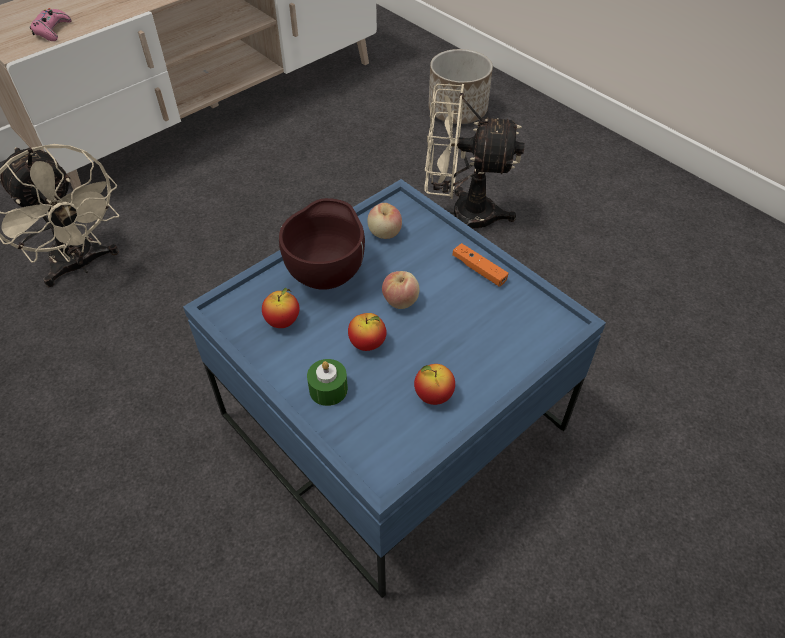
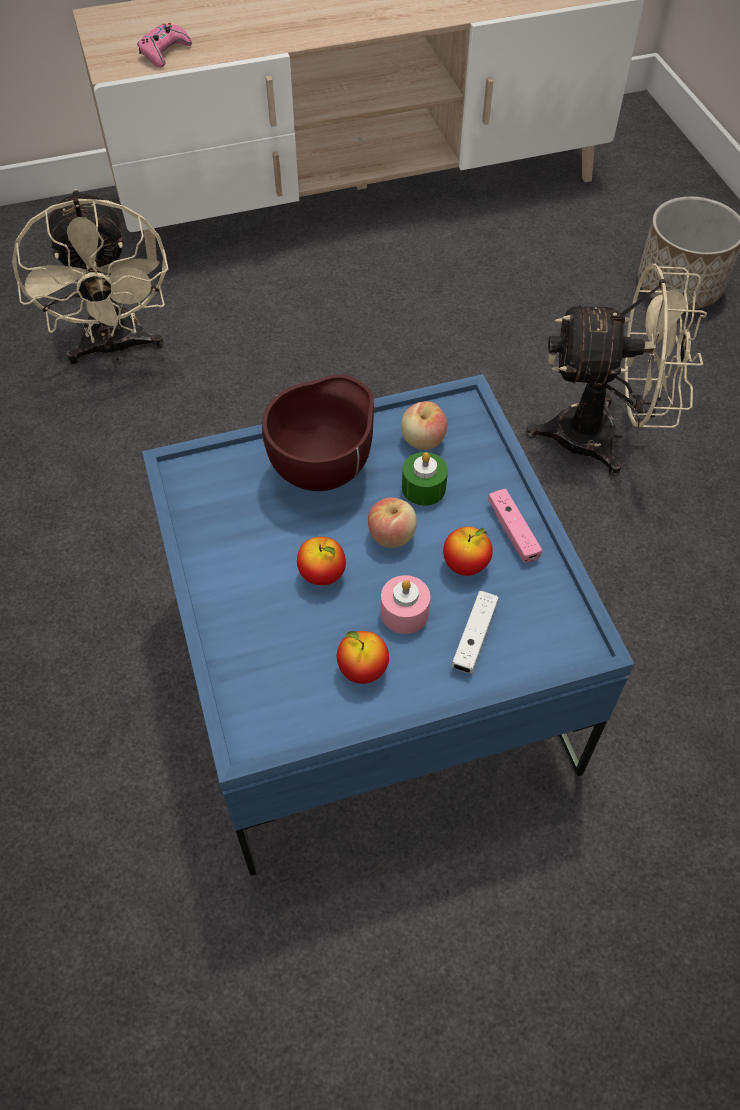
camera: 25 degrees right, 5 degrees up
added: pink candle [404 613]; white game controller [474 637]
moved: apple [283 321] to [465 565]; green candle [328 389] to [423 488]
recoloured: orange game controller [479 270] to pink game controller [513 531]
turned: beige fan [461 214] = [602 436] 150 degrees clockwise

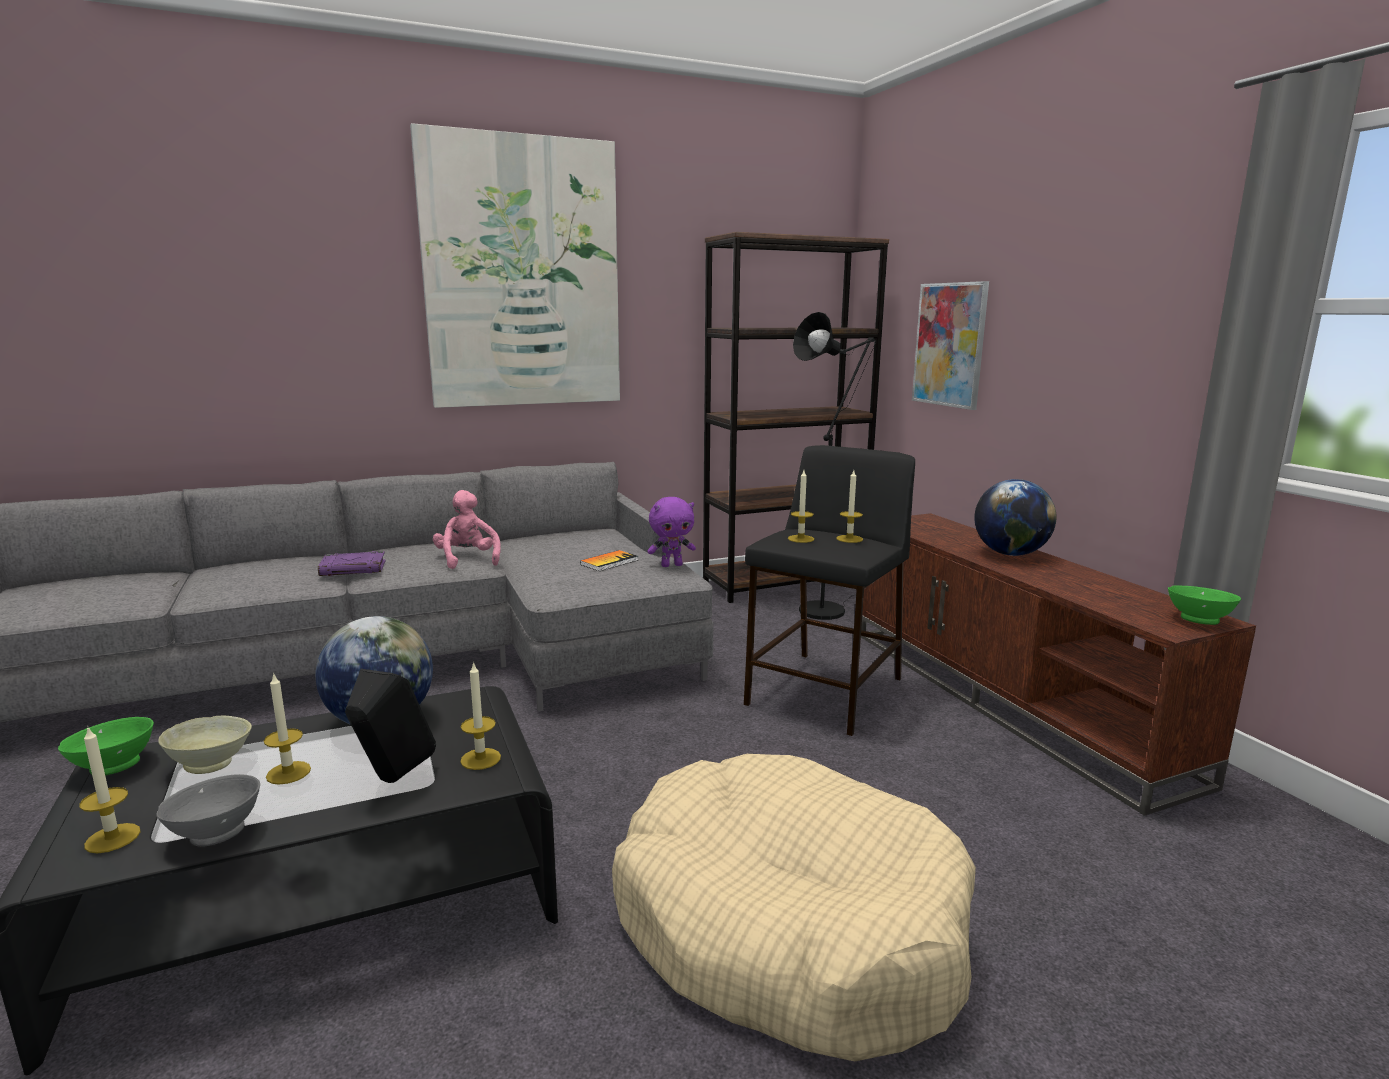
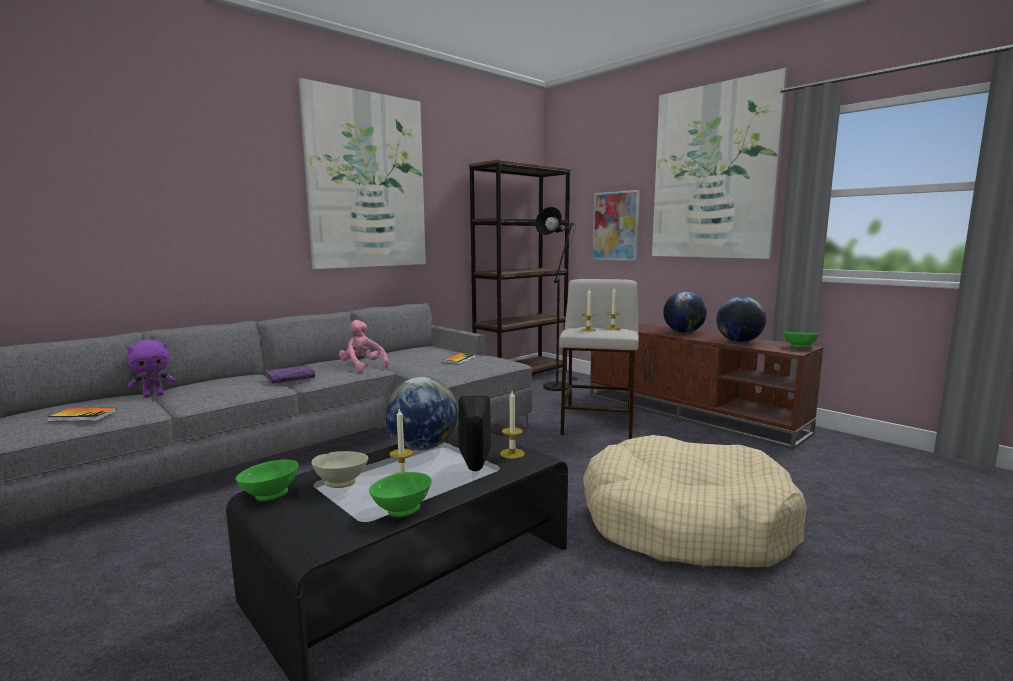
camera: 20 degrees left, 5 degrees down
removed: candle [112 838]
added: book [83 416]; picture [713 173]; globe [739 342]
moved: purple plush toy [672 565] to [154 395]
recoloured: grey bowl [217 832] to green bowl [401 510]; black stool [825 692] to beige stool [598 423]

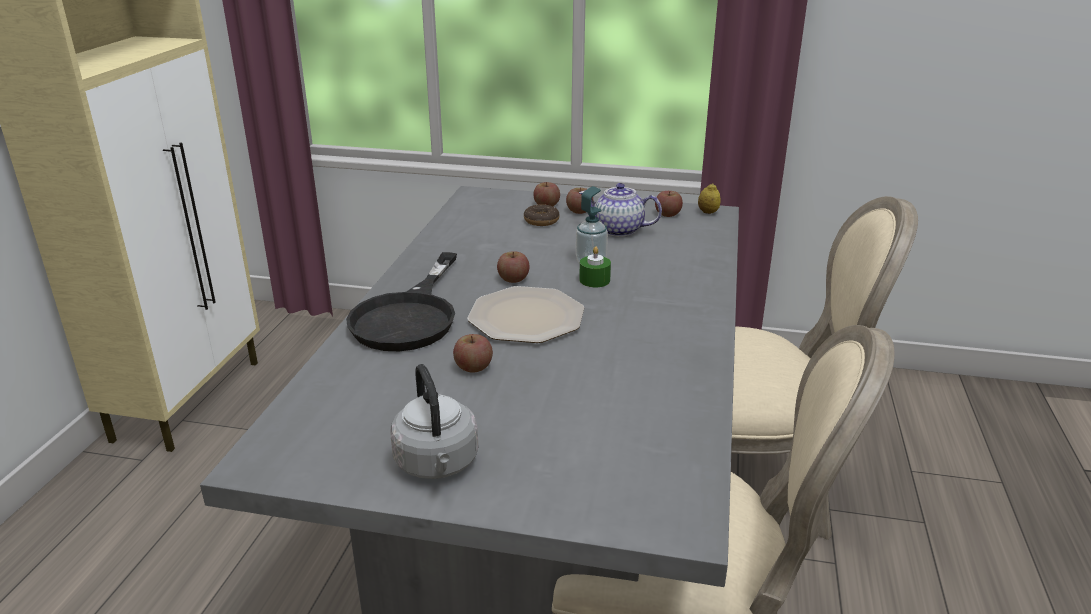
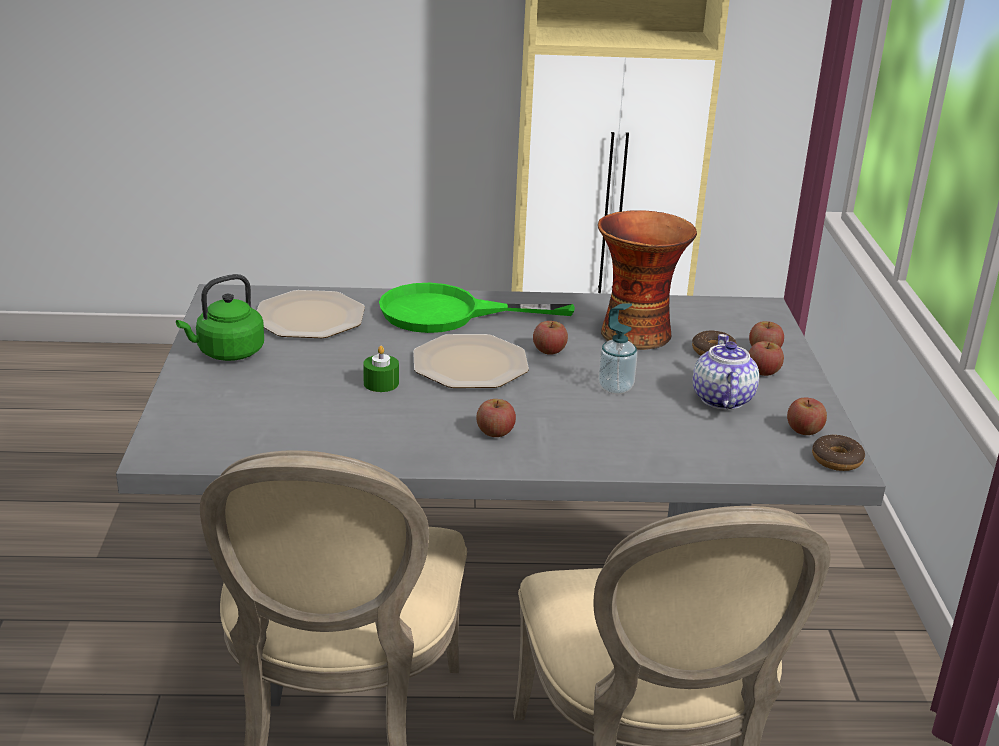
camera: 75 degrees right, 0 degrees up
added: plate [309 317]; vase [635 333]
moved: apple [473 367] to [495 432]; green candle [594 280] to [381 383]
replaced: lemon [708 212] to donut [836 460]
recoloured: black frying pan [410 316] to green frying pan [448 313]; grey kettle [437 464] to green kettle [227 353]

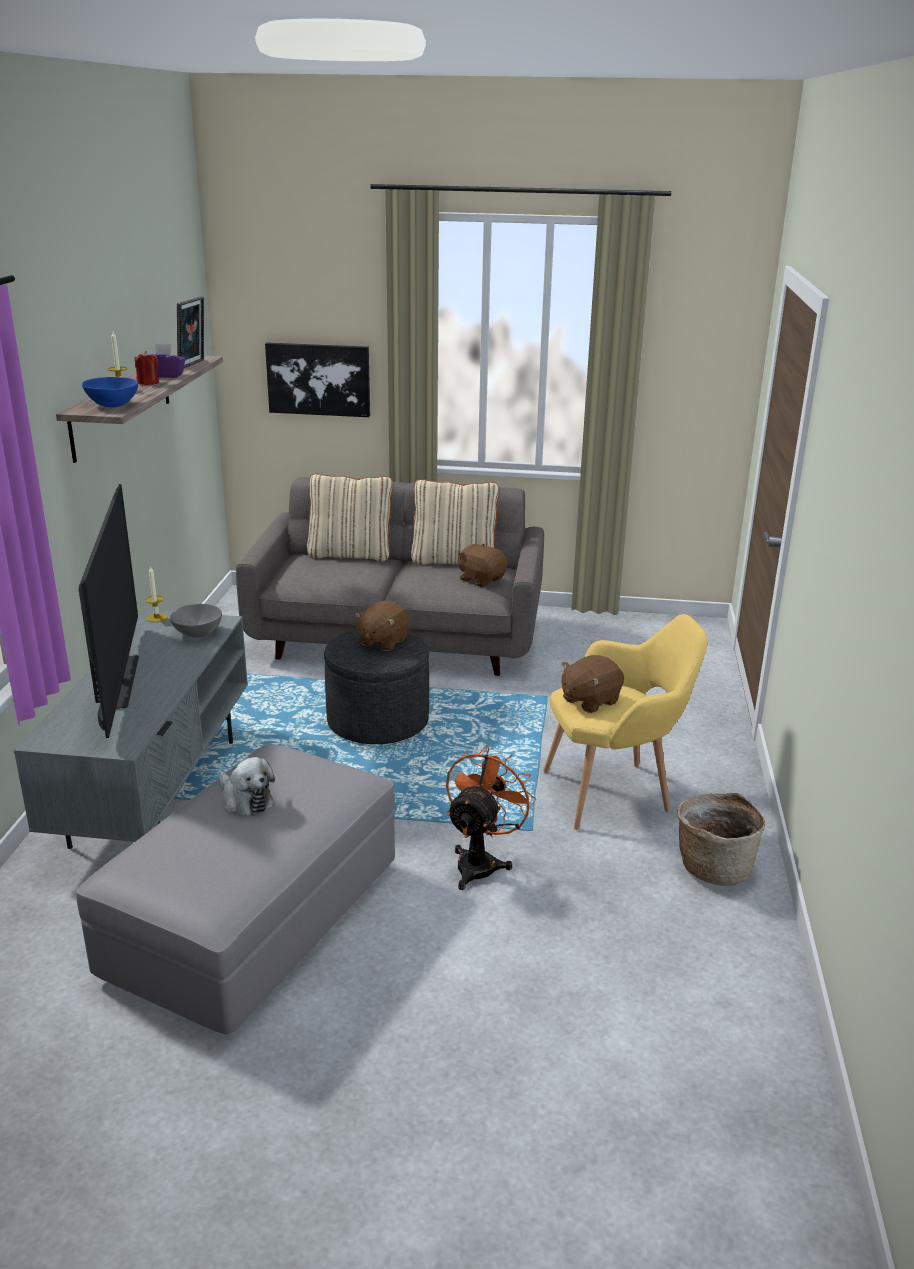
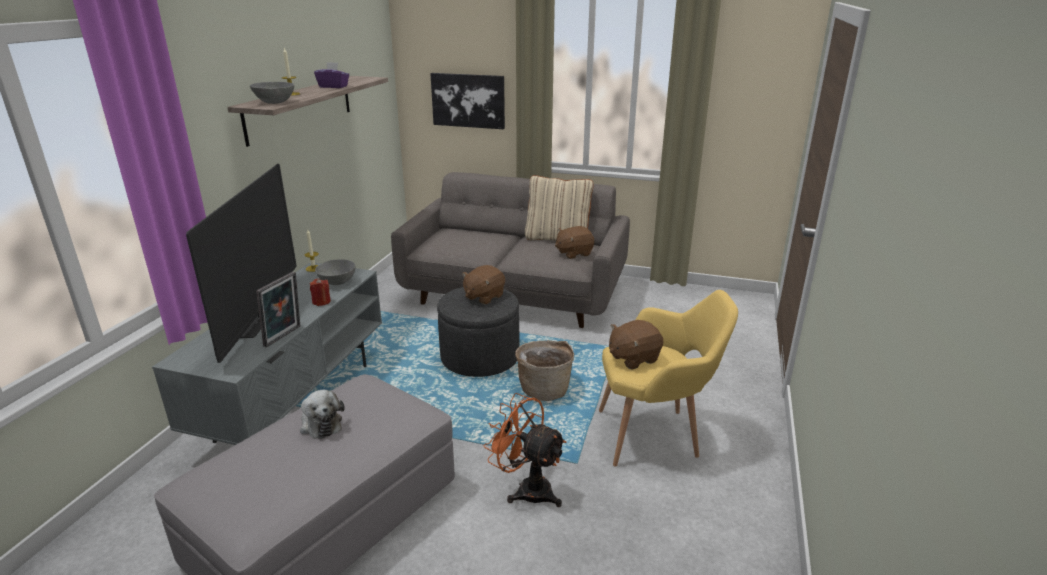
camera: 10 degrees right, 0 degrees up
removed: beige pillow [350 555]
moved: red candle [148 383] to [321 302]; picture frame [193 364] to [284 336]; basket [713 866] to [544 389]
recoloured: blue bowl [113 405] to grey bowl [275 102]
turned: orange fan [481 862] = [527 488] 90 degrees counterclockwise; brown plush toy [481 580] = [573 253] 75 degrees counterclockwise

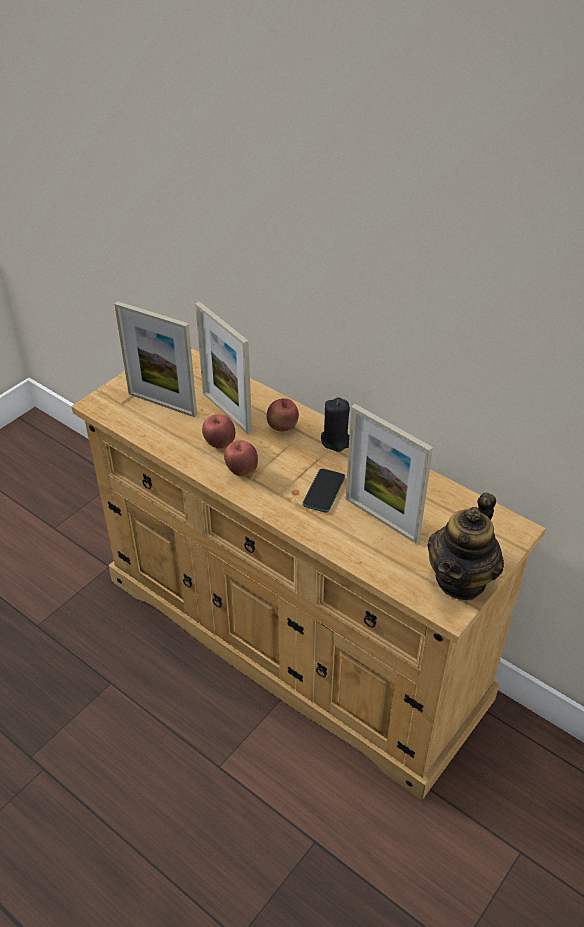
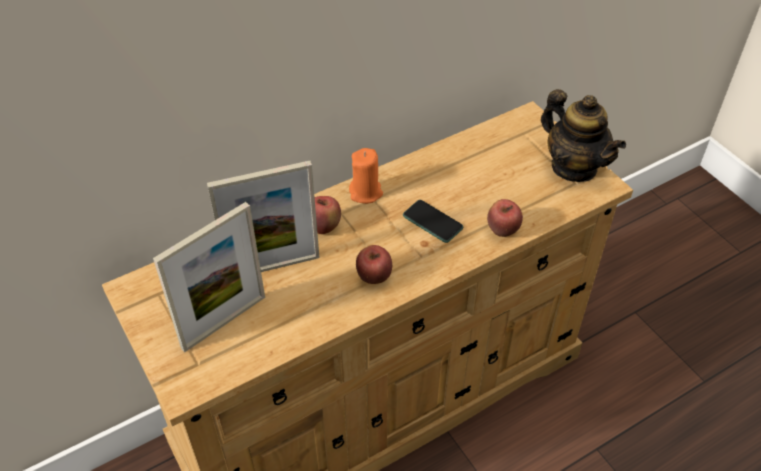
camera: 70 degrees left, 5 degrees up
removed: picture frame [381 519]
moved: apple [219 444] to [502 231]
recoloured: black candle [336 441] to orange candle [366 193]

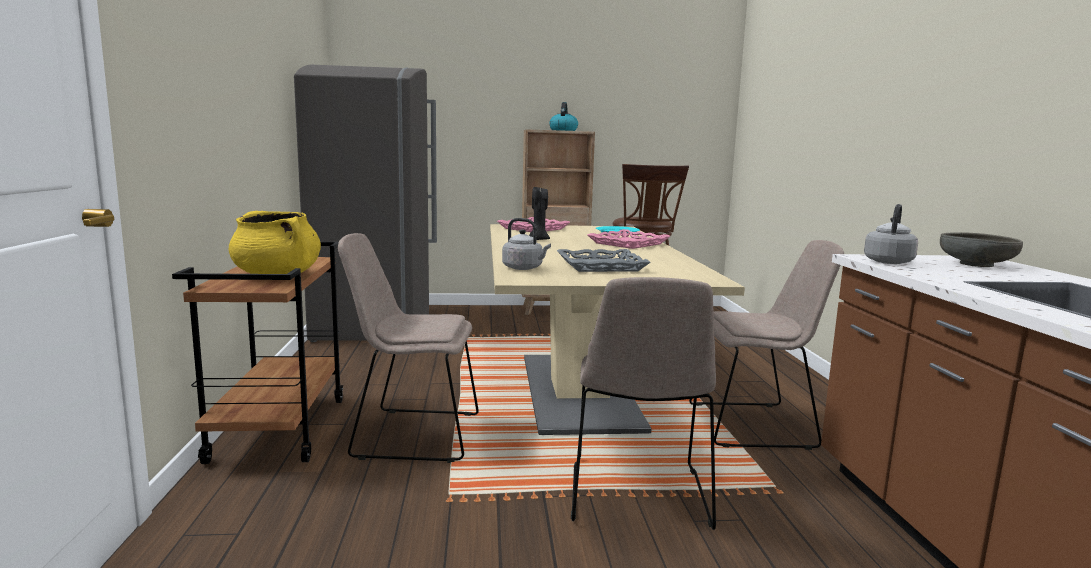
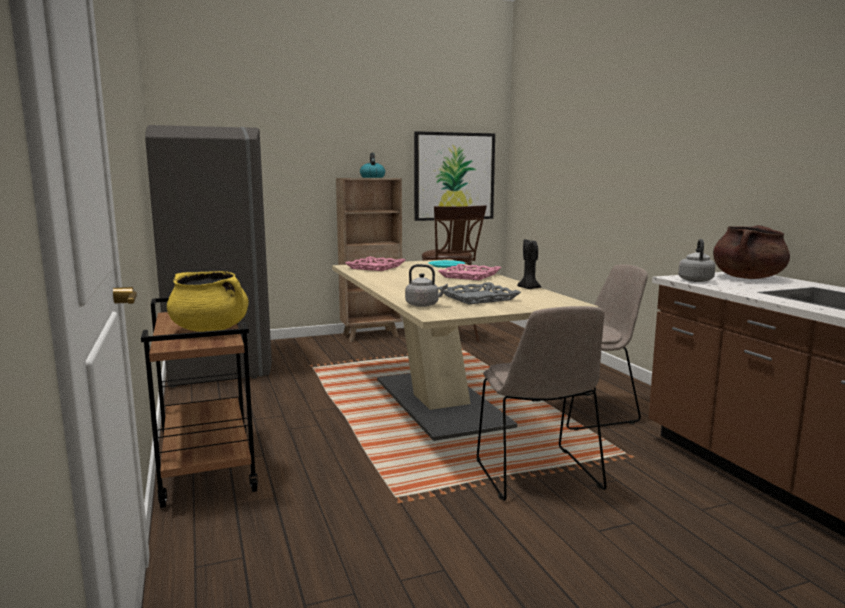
camera: 15 degrees left, 0 degrees up
removed: beige chair [412 435]
added: picture [454 176]
moved: black candle [538 239] to [529 288]
replaced: grey bowl [975 264] to brown cooking pot [747 278]

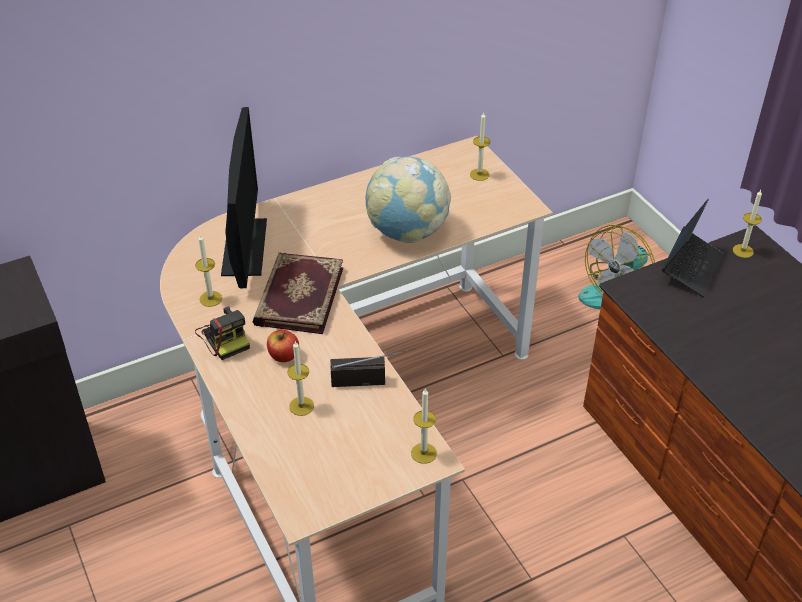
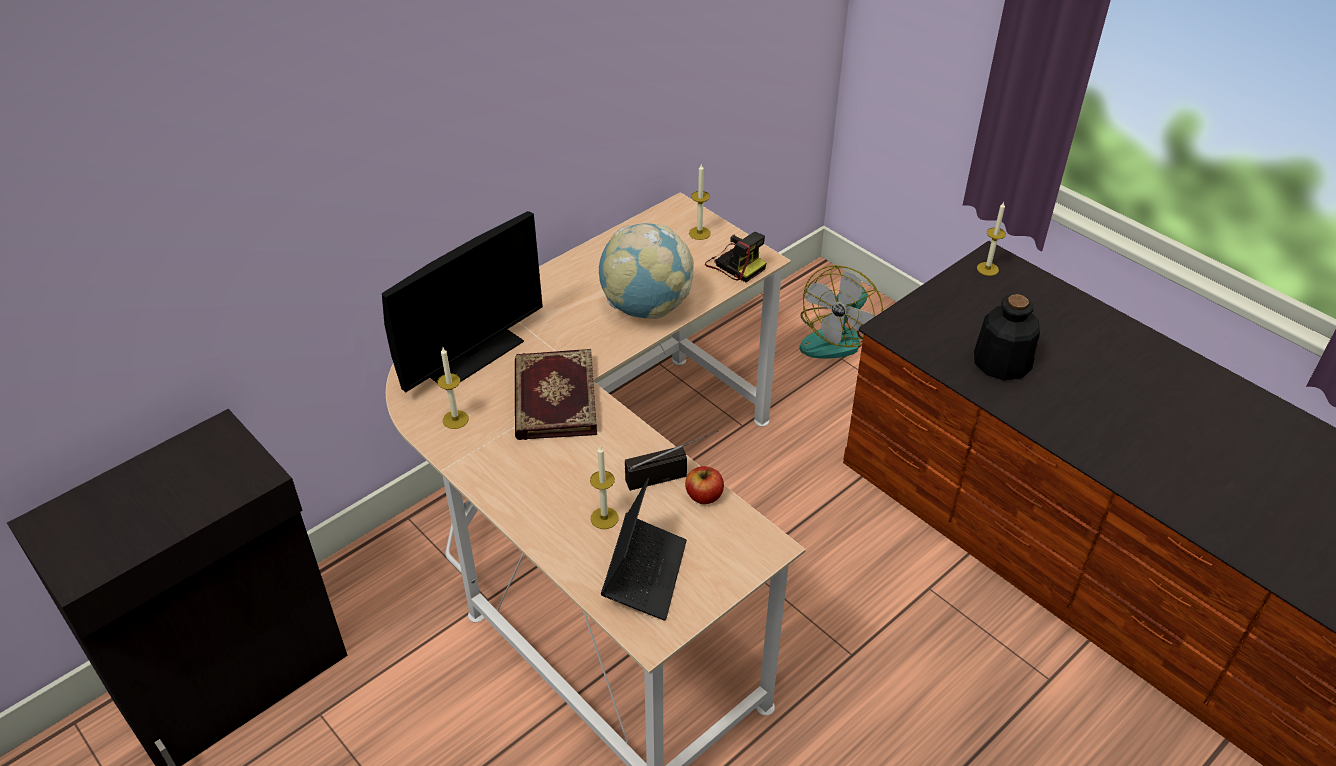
camera: 15 degrees left, 0 degrees up
removed: candle [423 453]
added: bottle [1001 362]
moved: photo camera [224 337] to [735 264]; apple [283 355] to [704 496]; laptop [691 268] to [645 573]
turned: monitor [244 247] = [471 355] 60 degrees clockwise

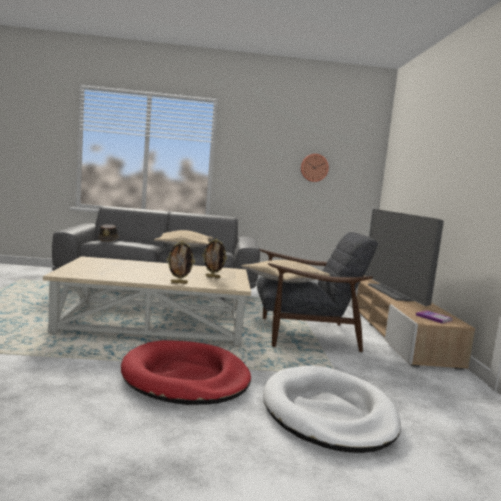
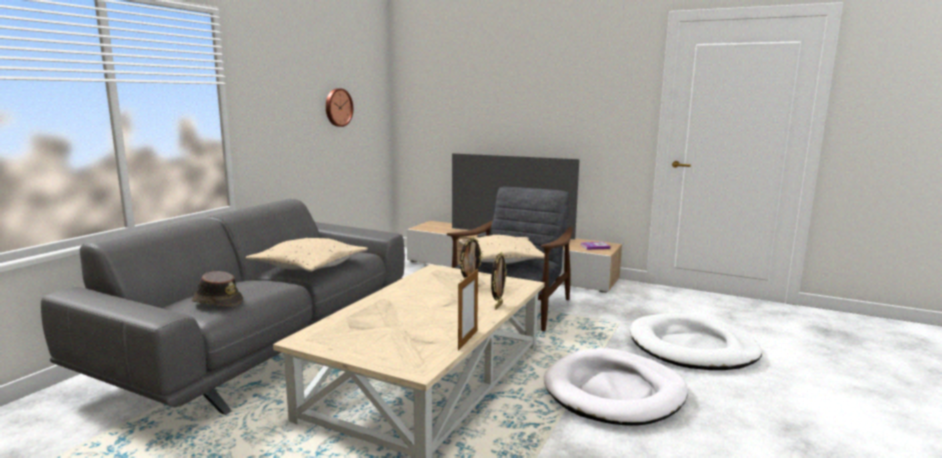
camera: 60 degrees left, 5 degrees up
added: picture frame [467 340]
recoloured: red dog bed [185 378] to white dog bed [614 392]

